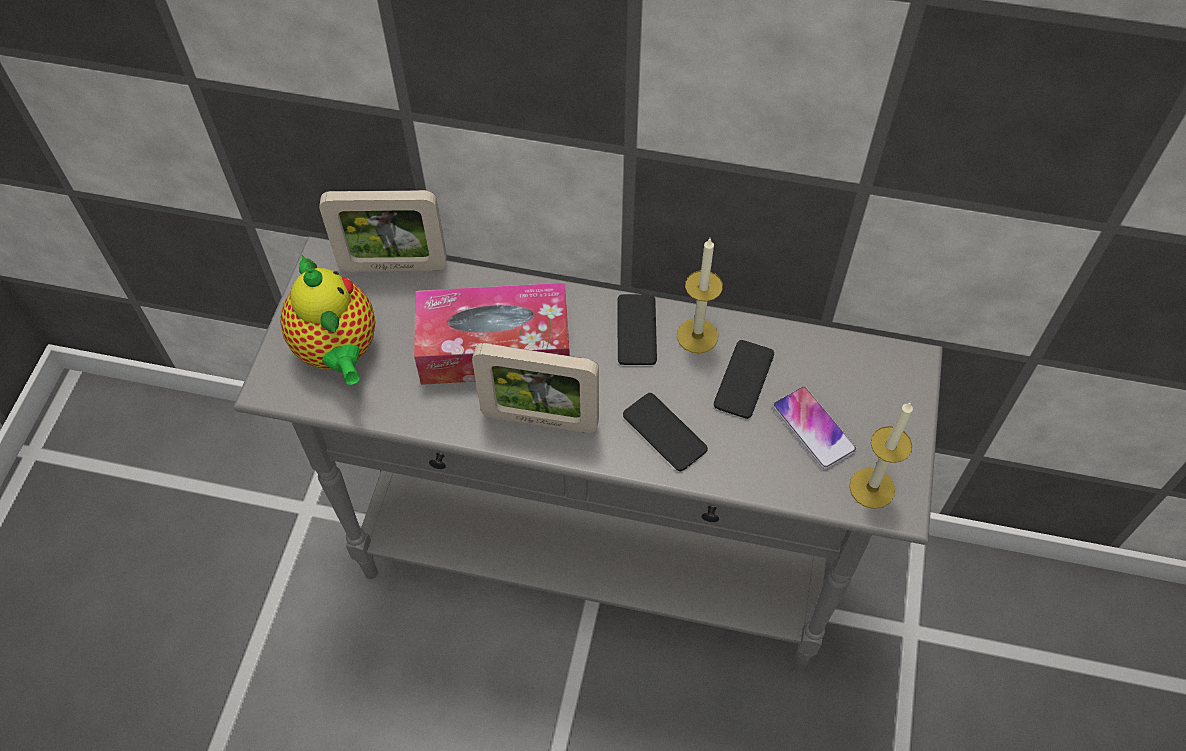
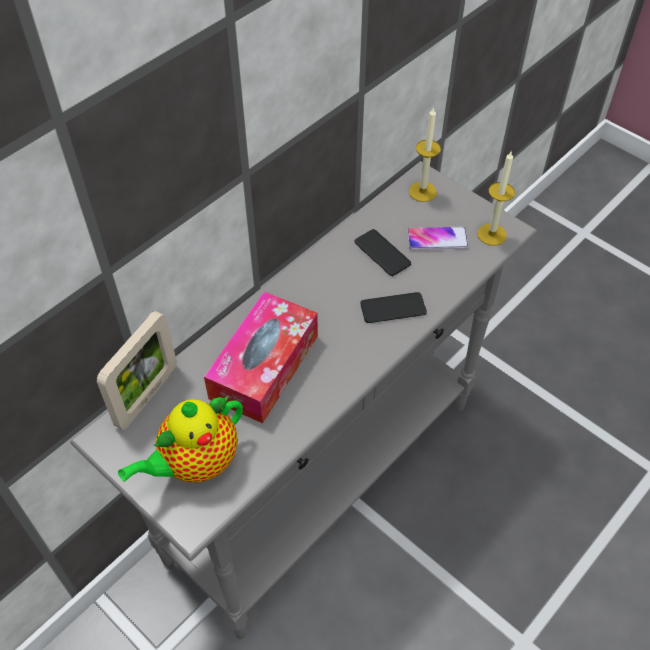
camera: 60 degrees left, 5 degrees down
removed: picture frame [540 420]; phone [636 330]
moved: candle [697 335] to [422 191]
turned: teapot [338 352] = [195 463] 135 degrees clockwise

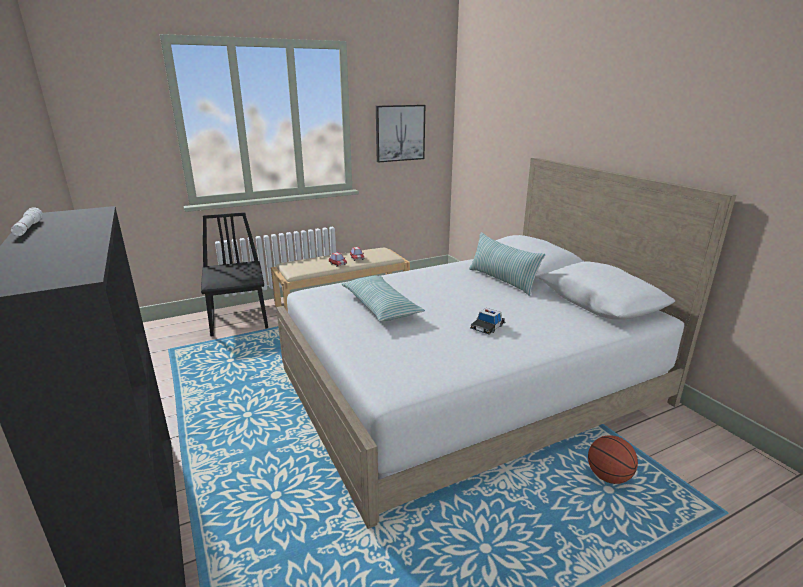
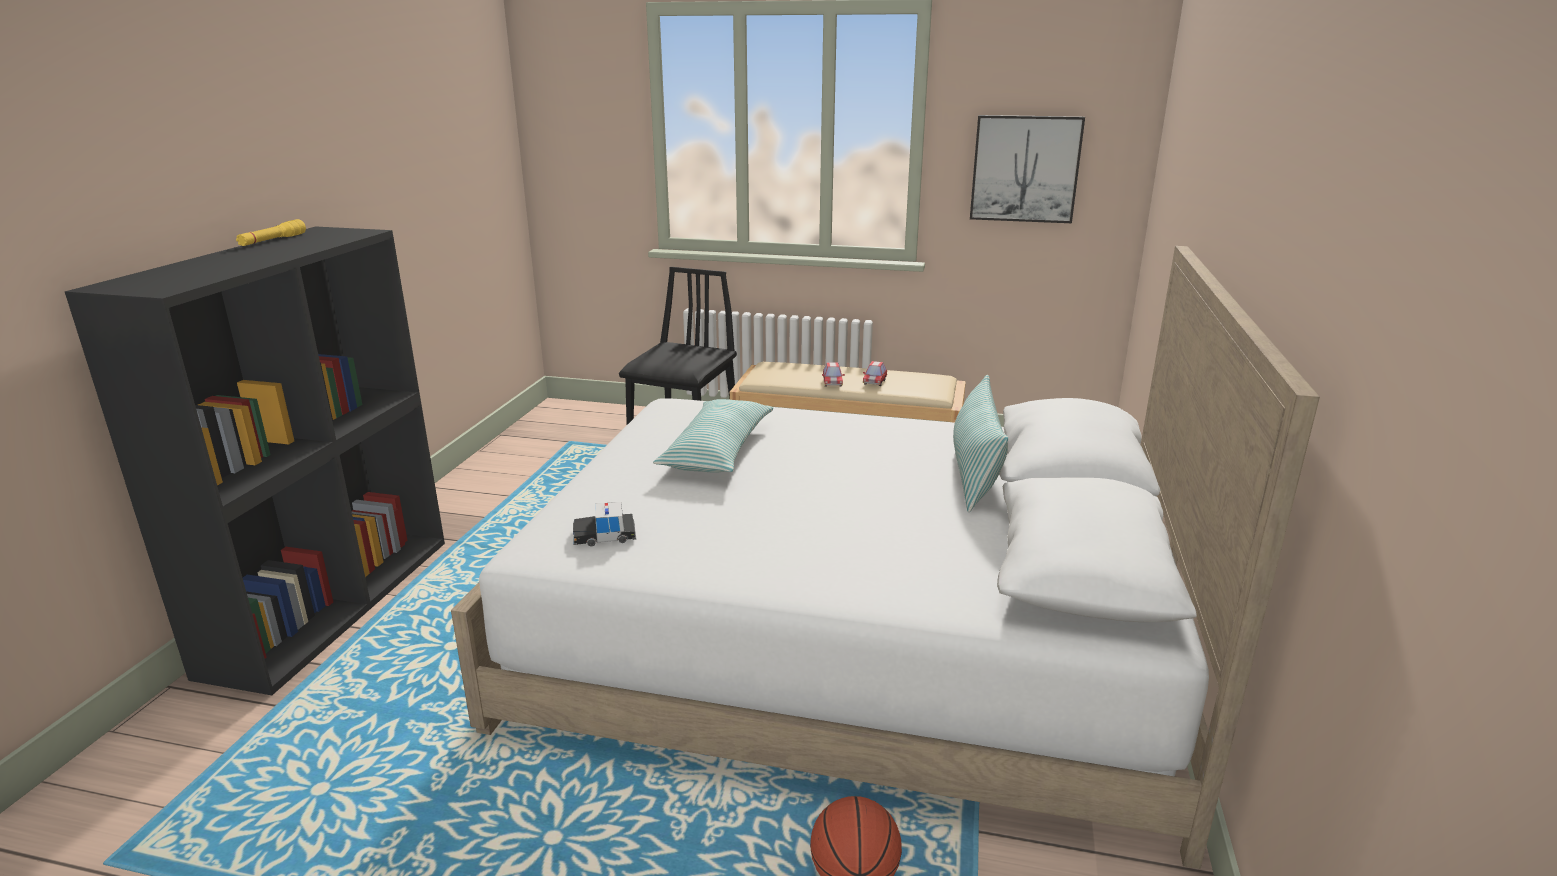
camera: 40 degrees right, 0 degrees up
moved: toy car [487 327] to [604 535]
recoloured: white flashlight [28 228] to yellow flashlight [273 240]

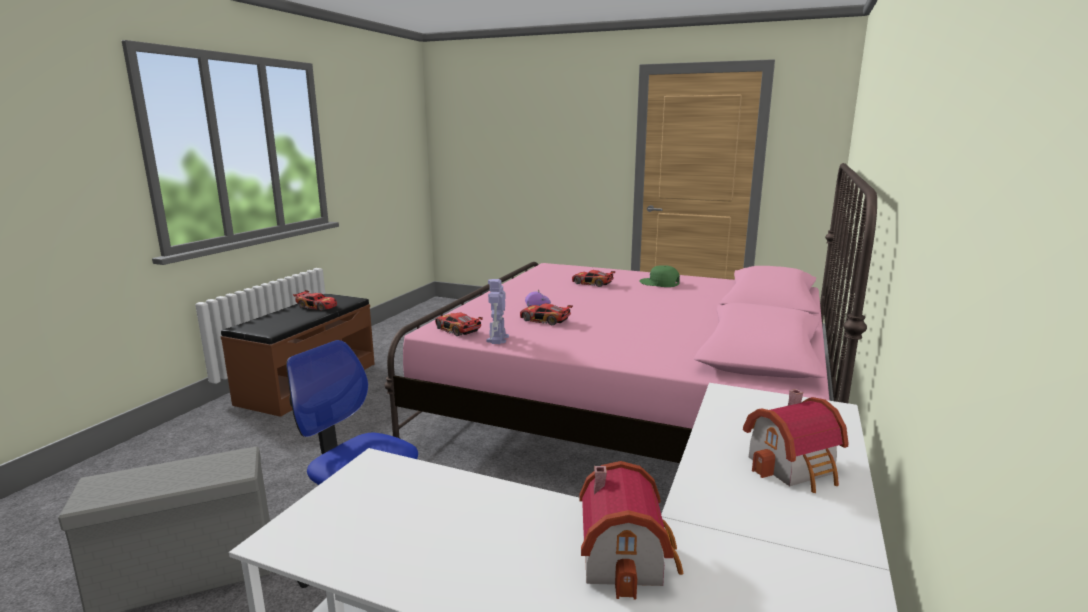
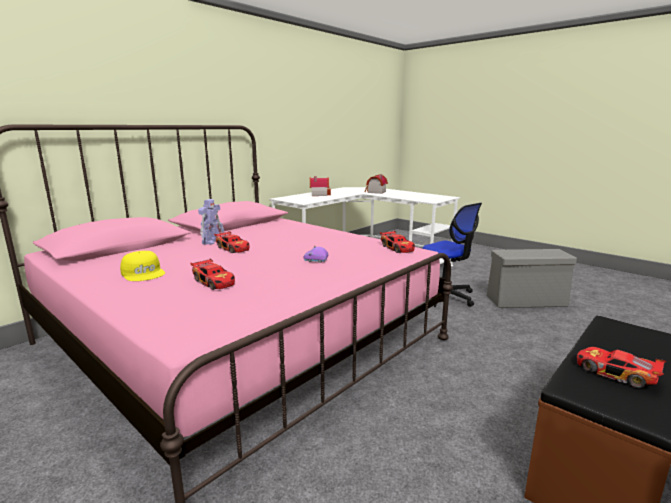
camera: 160 degrees left, 0 degrees up
moved: toy robot [497 339] to [212 241]; toy car [544 320] to [233 248]
recoloured: green cap [659 283] to yellow cap [144 273]

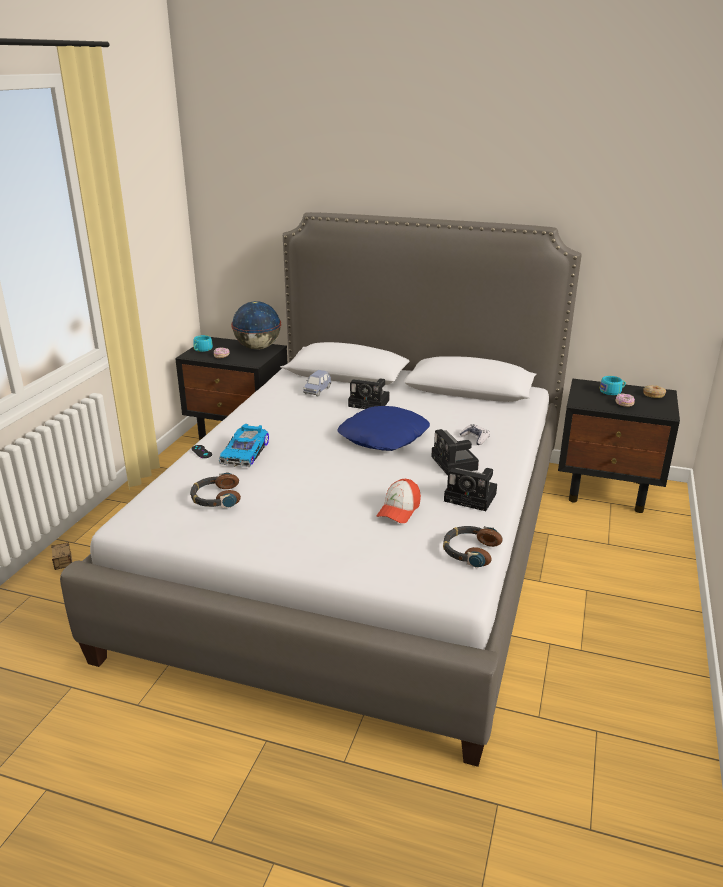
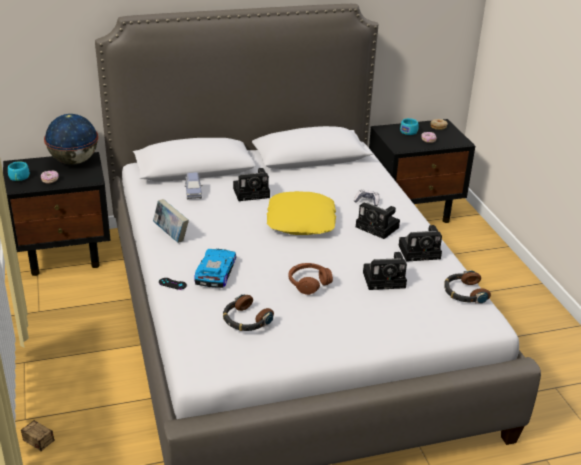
camera: 35 degrees left, 5 degrees up
added: book [171 235]; brown headphones [308 283]
replaced: cap [399 510] to photo camera [386 279]
recoloured: blue pillow [384 437] to yellow pillow [301 221]
turned: toy car [246 453] = [214 272] 150 degrees counterclockwise

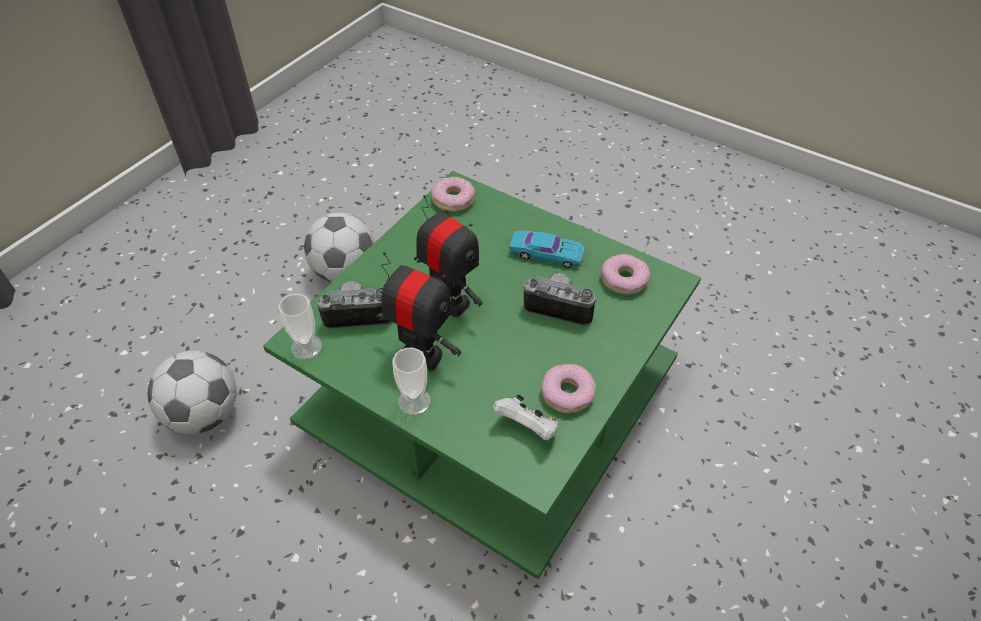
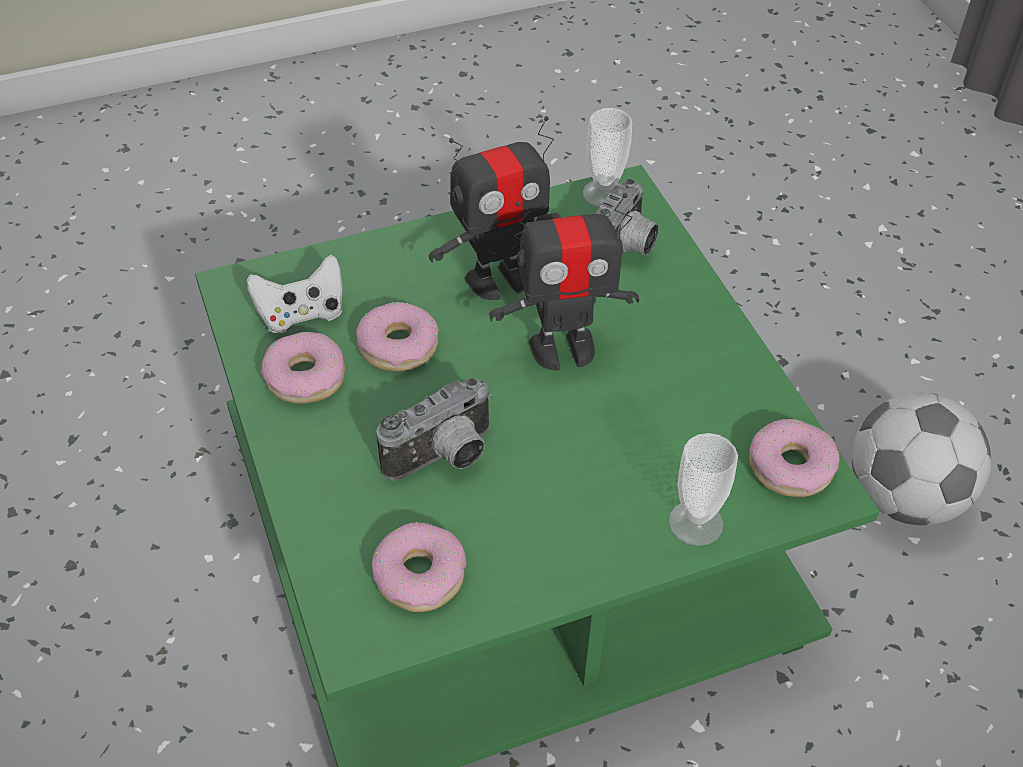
camera: 125 degrees right, 0 degrees up
removed: football [204 414]; turquoise toy car [546 253]
added: donut [398 346]
moved: cup [414 401] to [695 523]

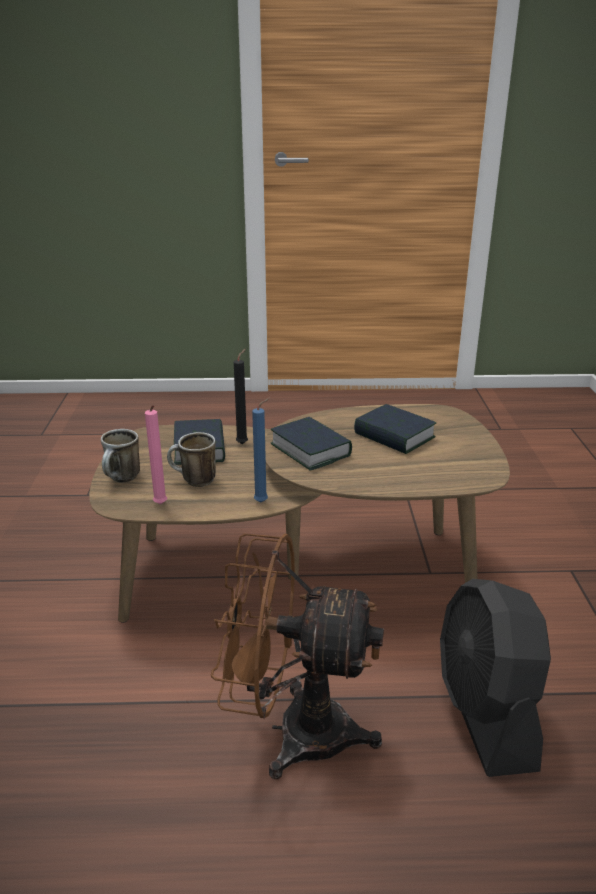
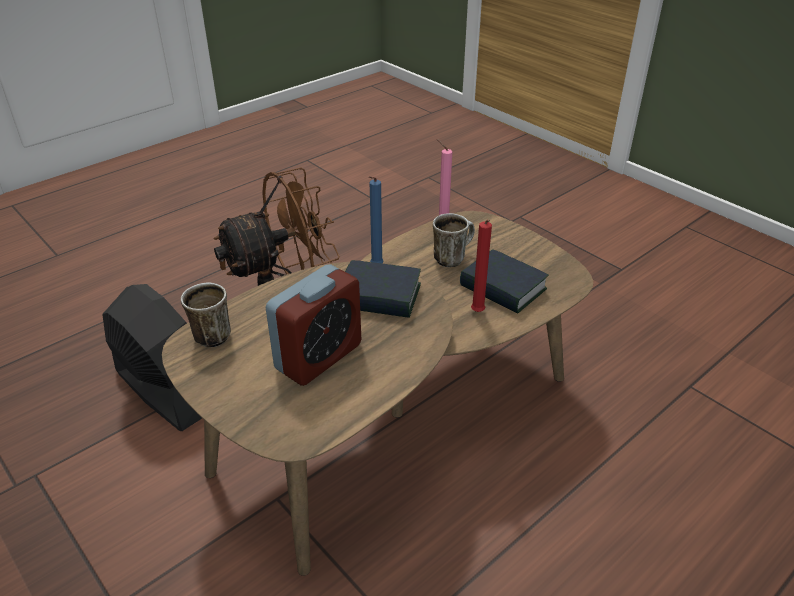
camera: 140 degrees right, 10 degrees up
moved: mug [122 479] to [209 334]
replaced: book [394 436] to alarm clock [319 357]
recoloured: black candle [243 443] to red candle [477 313]

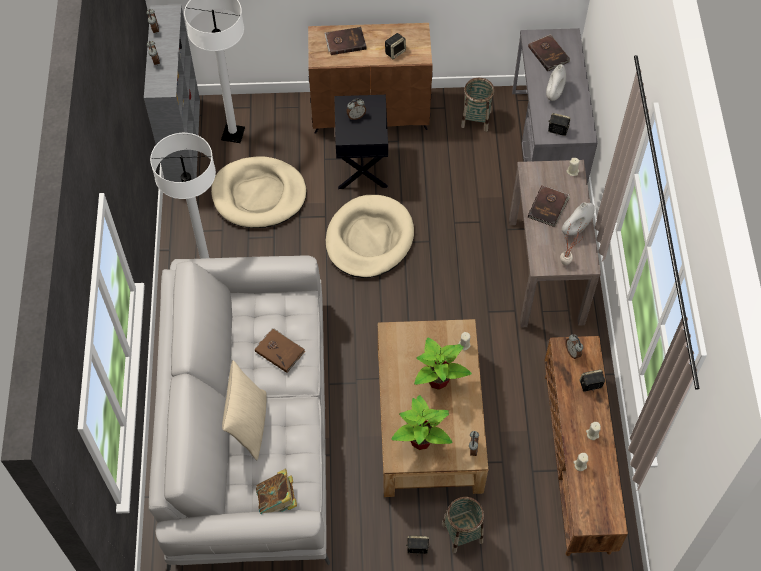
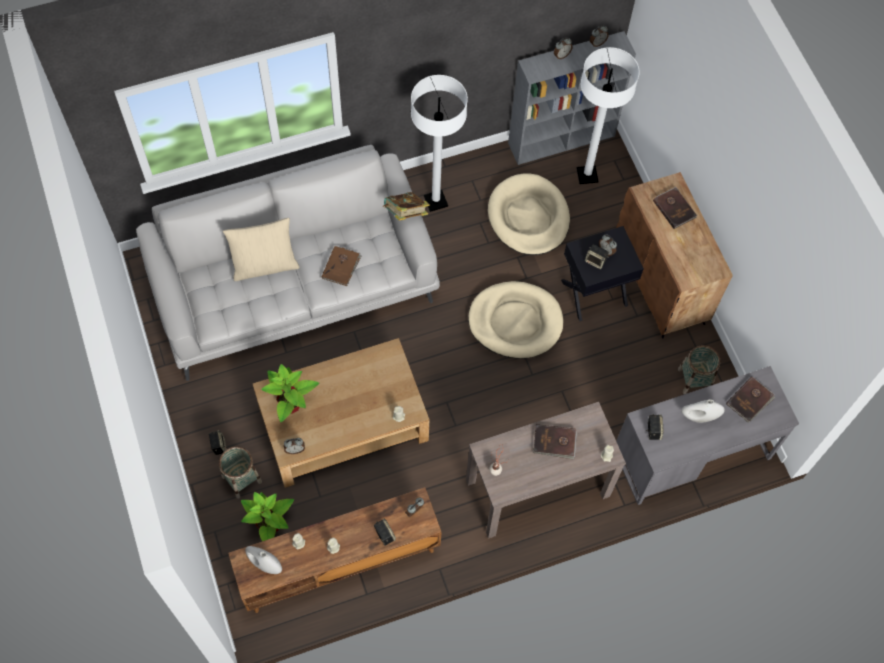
camera: 70 degrees right, 5 degrees up
moved: book [277 502] to [405 214]; speaker [395 52] to [596 261]; potted plant [438 380] to [270 526]; white vase [575 229] to [265 564]

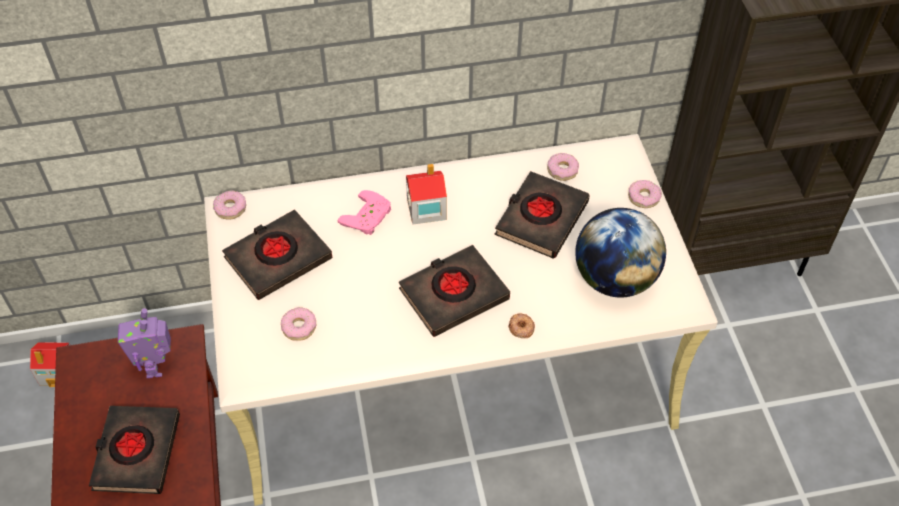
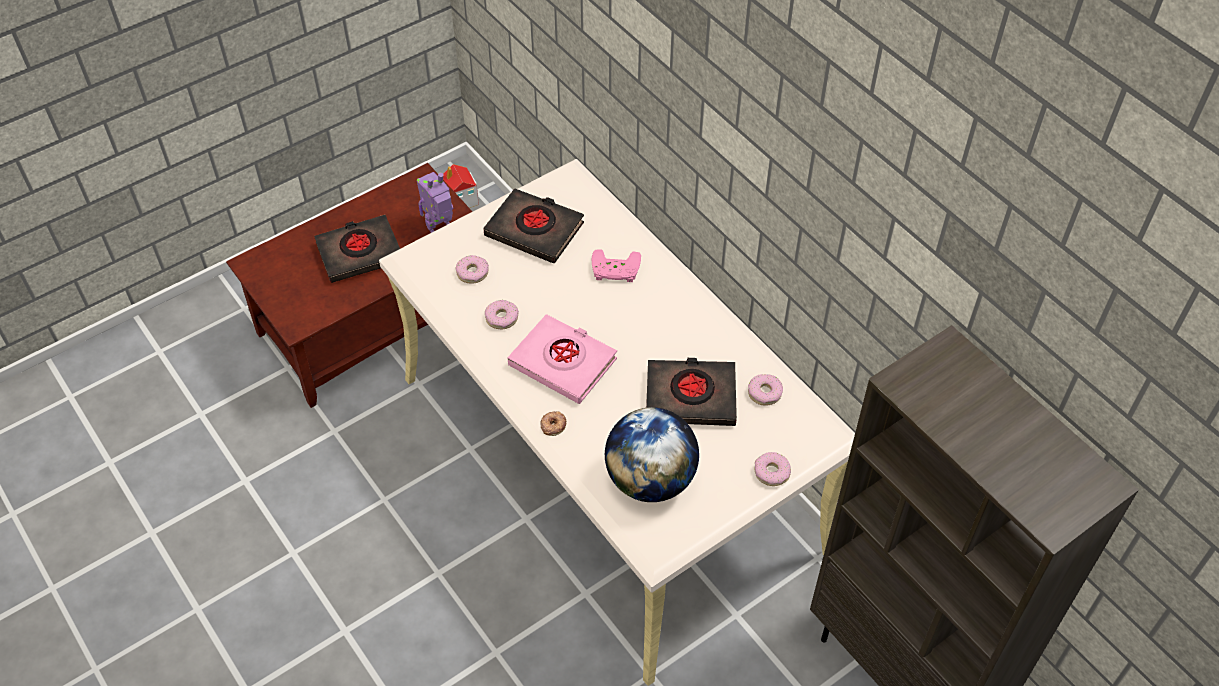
camera: 65 degrees right, 0 degrees up
removed: toy house [426 209]
moved: donut [230 208] to [502 318]
recoloured: black book [453 294] to pink book [563 362]

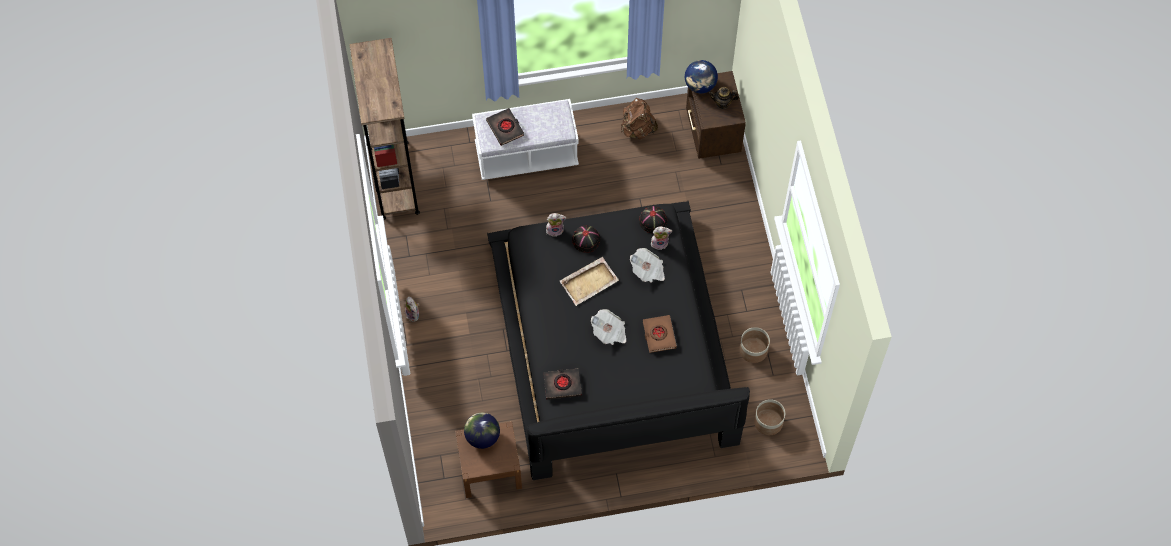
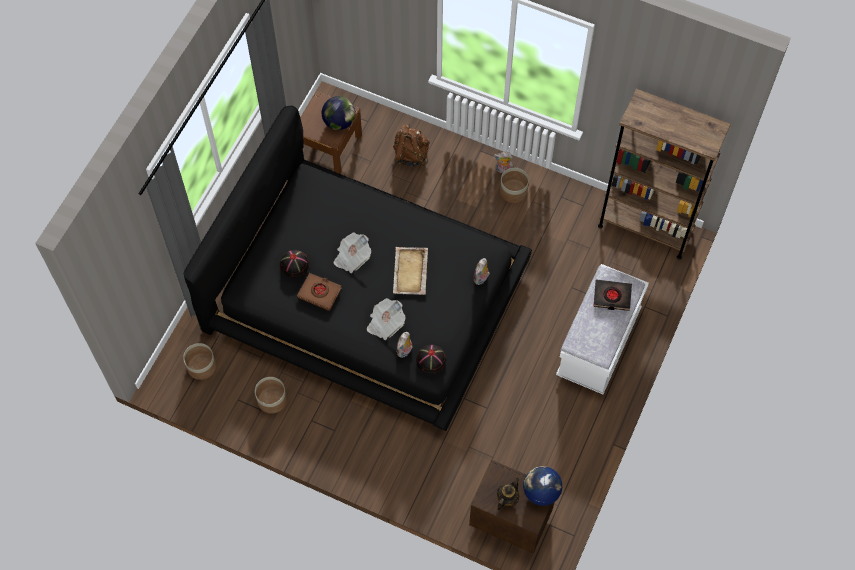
camera: 125 degrees right, 0 degrees up
removed: black book [562 385]
added: planter [513 191]
moved: black hat [586 240] to [294 265]; brown backpack [637 129] to [410 155]

